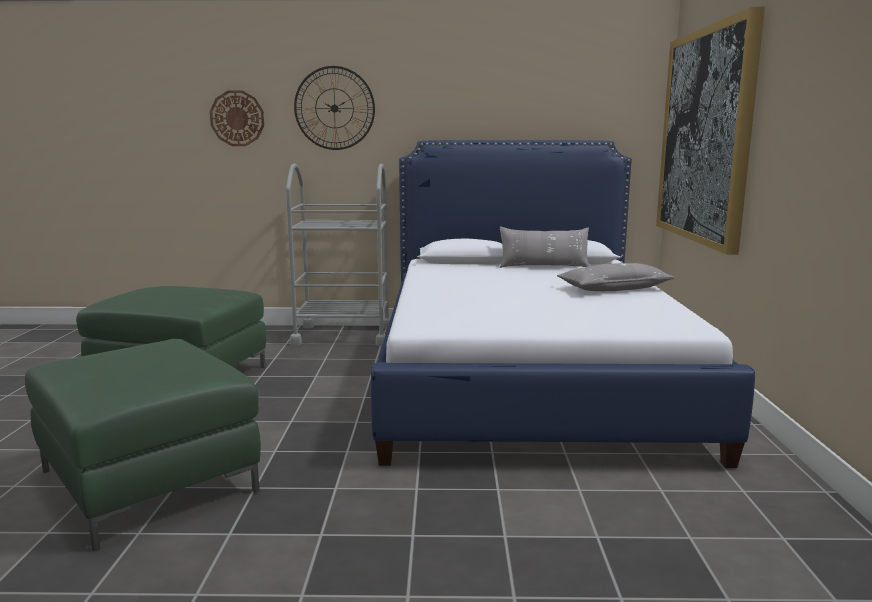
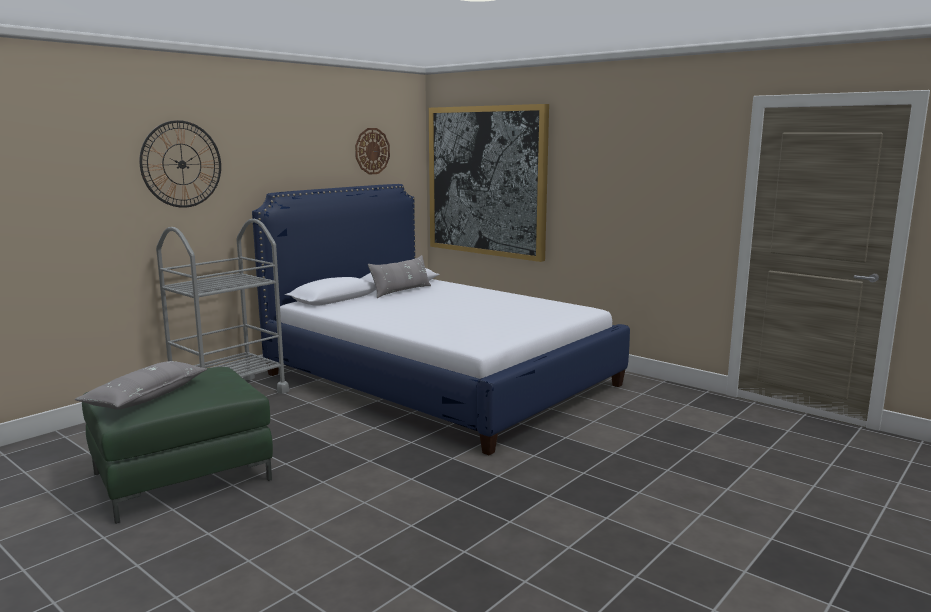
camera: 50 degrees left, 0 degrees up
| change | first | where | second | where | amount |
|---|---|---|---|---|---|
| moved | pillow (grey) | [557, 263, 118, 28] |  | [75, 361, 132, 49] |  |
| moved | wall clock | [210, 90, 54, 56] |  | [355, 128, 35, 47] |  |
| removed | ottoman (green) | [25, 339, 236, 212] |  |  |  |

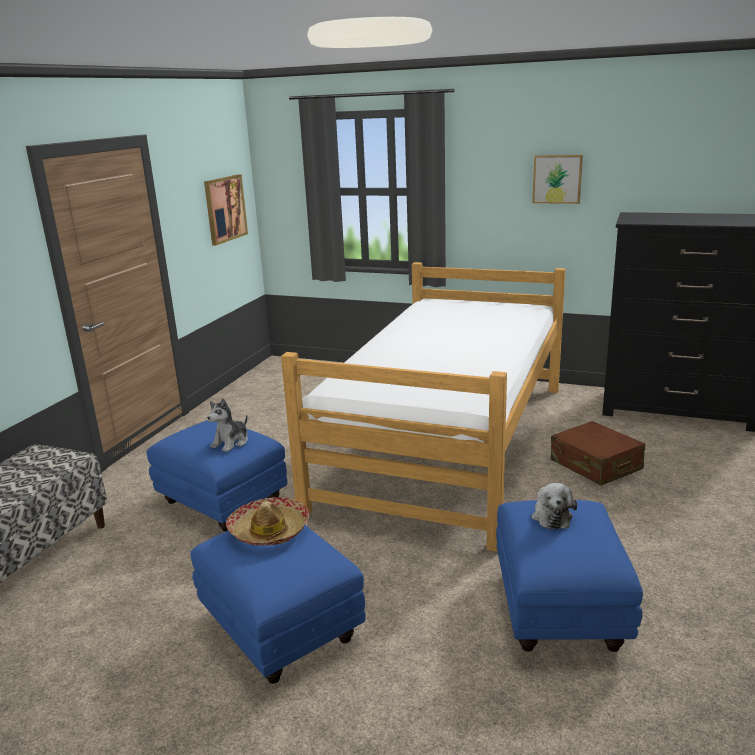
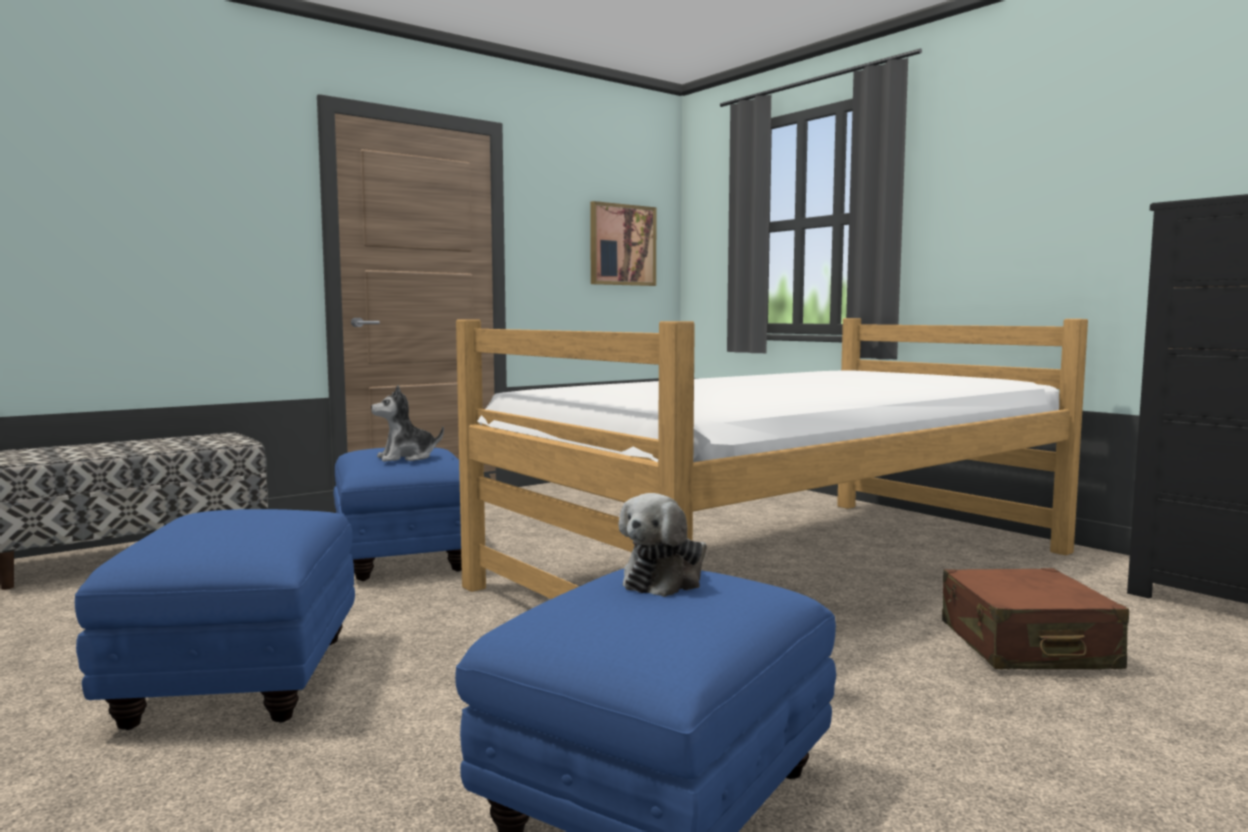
camera: 30 degrees right, 15 degrees down
| change | first | where | second | where | amount |
|---|---|---|---|---|---|
| removed | hat | [226, 497, 83, 49] |  |  |  |
| removed | picture | [533, 155, 50, 49] |  |  |  |

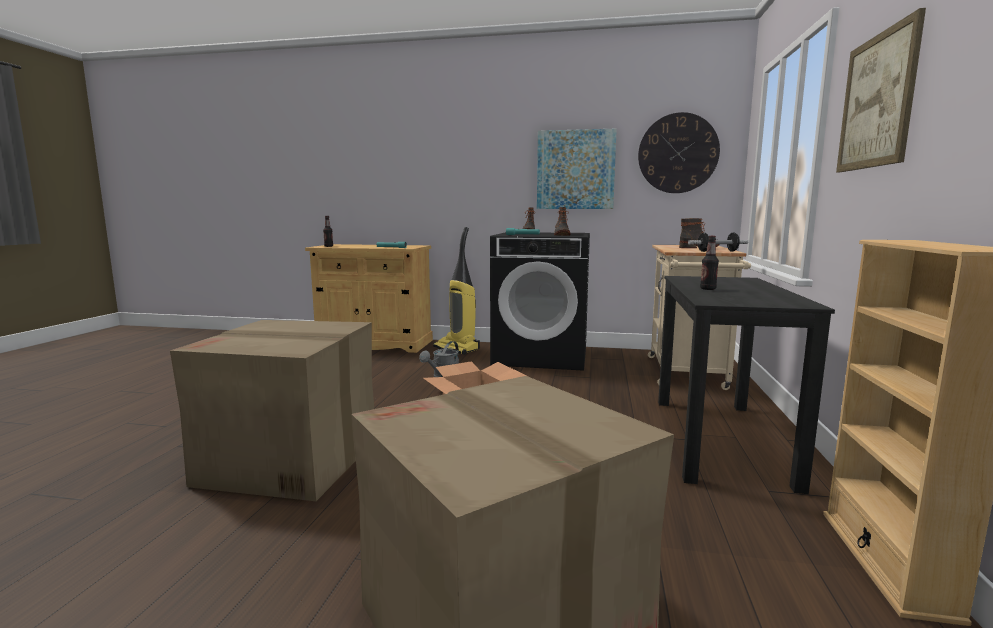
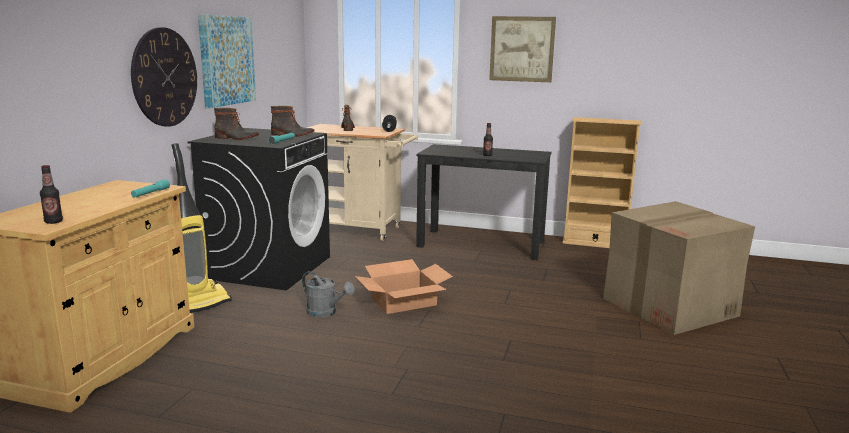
camera: 85 degrees left, 5 degrees up
| change | first | where | second | where | amount |
|---|---|---|---|---|---|
| moved | wall clock | [638, 112, 82, 81] |  | [131, 27, 66, 100] |  |
| removed | cardboard box | [170, 320, 204, 181] |  |  |  |

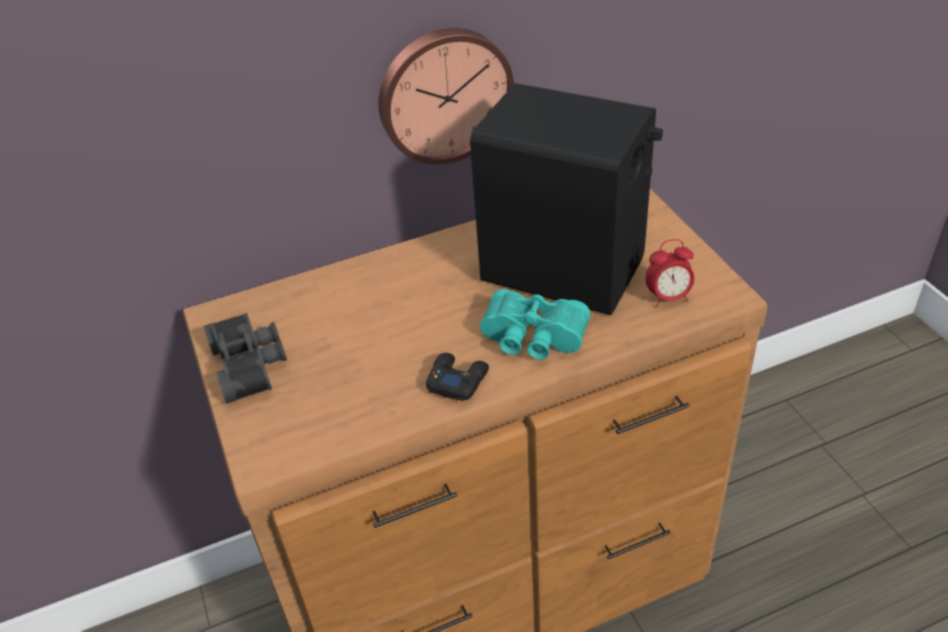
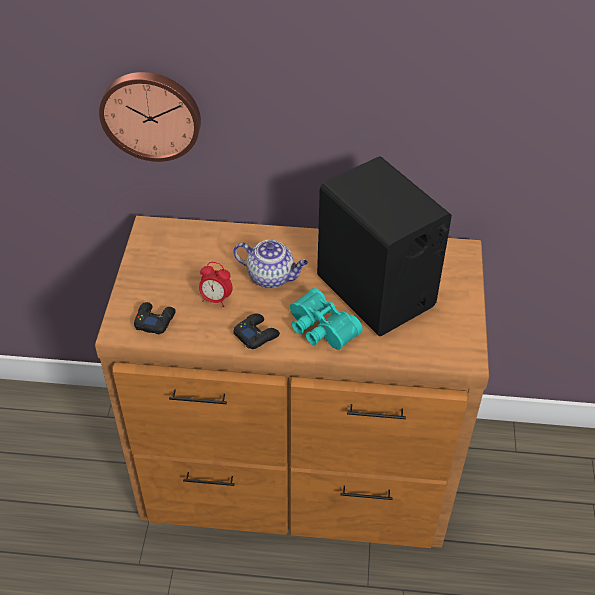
camera: 25 degrees right, 5 degrees up
| change | first | where | second | where | amount |
|---|---|---|---|---|---|
| moved | wall clock | [379, 28, 135, 136] |  | [99, 72, 102, 90] |  |
| added |  |  | game controller (black) | [134, 302, 42, 33] |  |
| moved | alarm clock | [645, 239, 49, 68] |  | [199, 262, 34, 45] |  |
| added |  |  | teapot | [233, 240, 75, 48] |  |
| removed | binoculars (black) | [204, 313, 83, 90] |  |  |  |

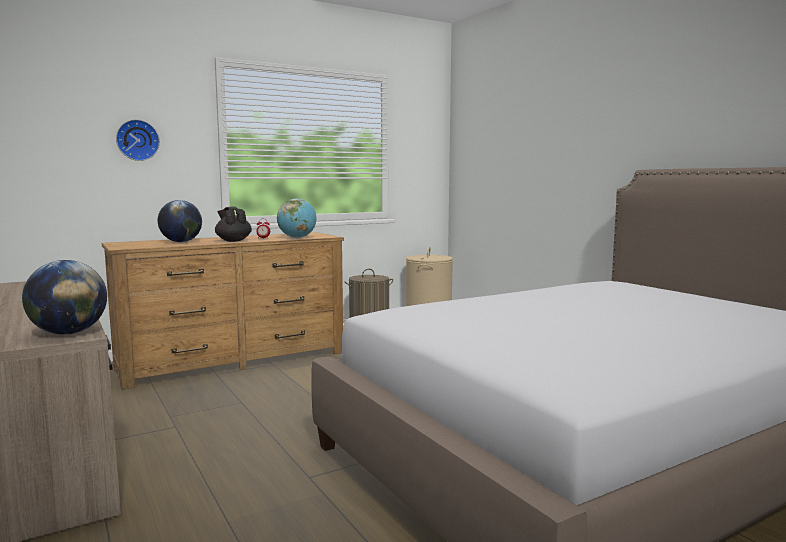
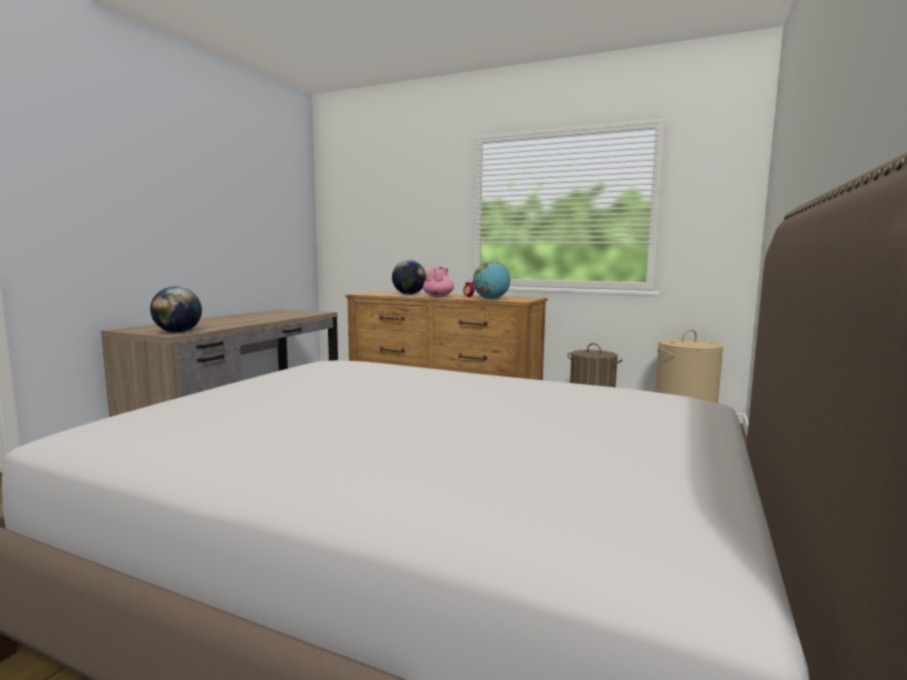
camera: 55 degrees right, 0 degrees up
| change | first | where | second | where | amount |
|---|---|---|---|---|---|
| recoloured | teapot (black) | [215, 207, 37, 35] | teapot (pink) | [423, 267, 31, 30] |  |
| removed | wall clock | [116, 119, 44, 42] |  |  |  |

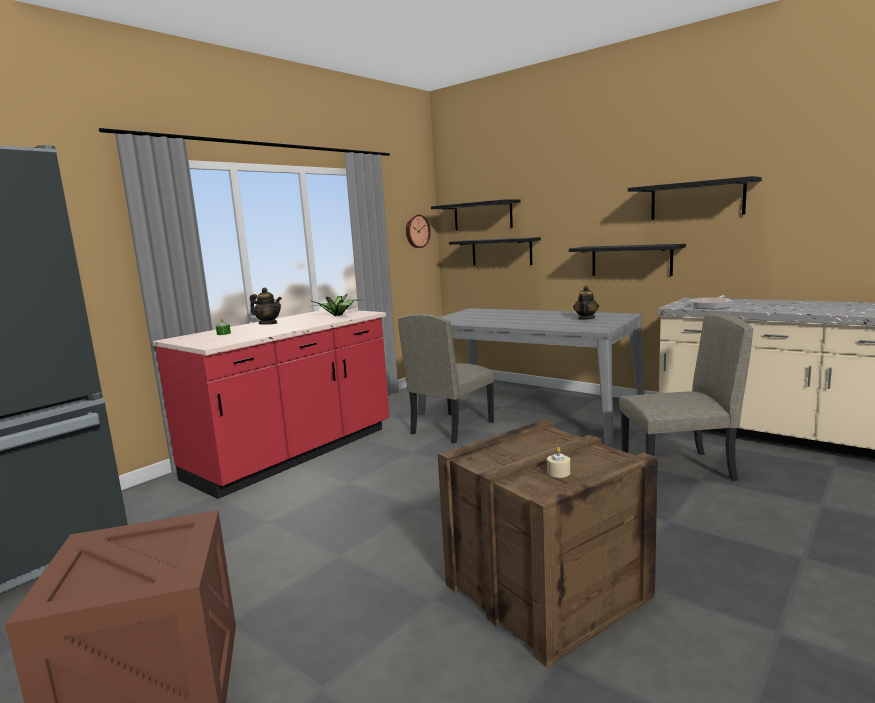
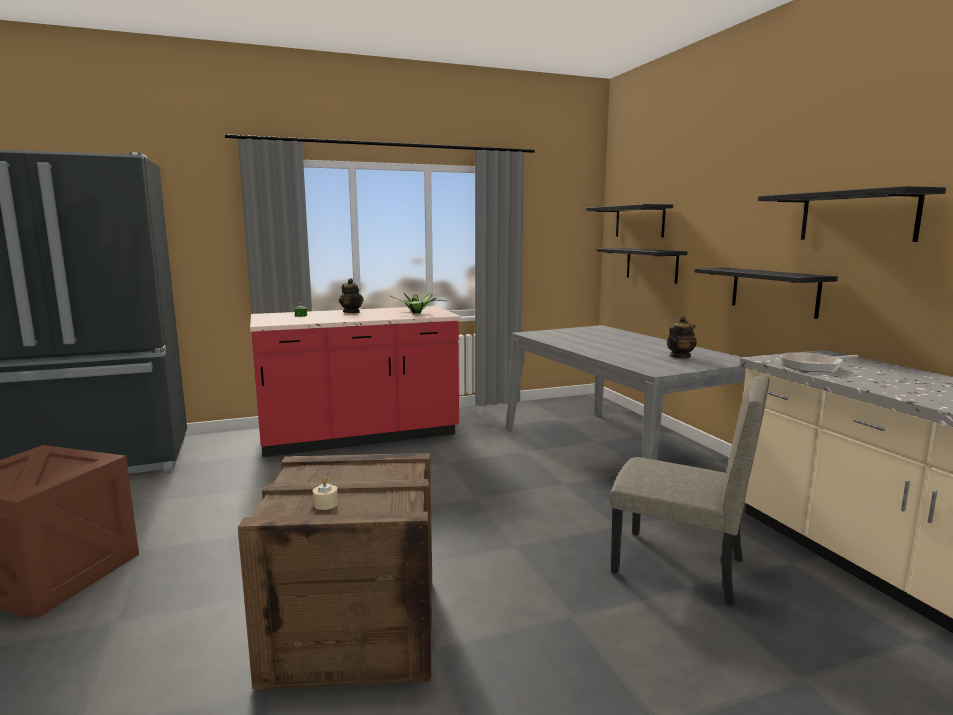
camera: 30 degrees right, 0 degrees up
| change | first | where | second | where | amount |
|---|---|---|---|---|---|
| removed | chair (beige) | [398, 314, 96, 130] |  |  |  |
| removed | wall clock | [406, 215, 25, 33] |  |  |  |

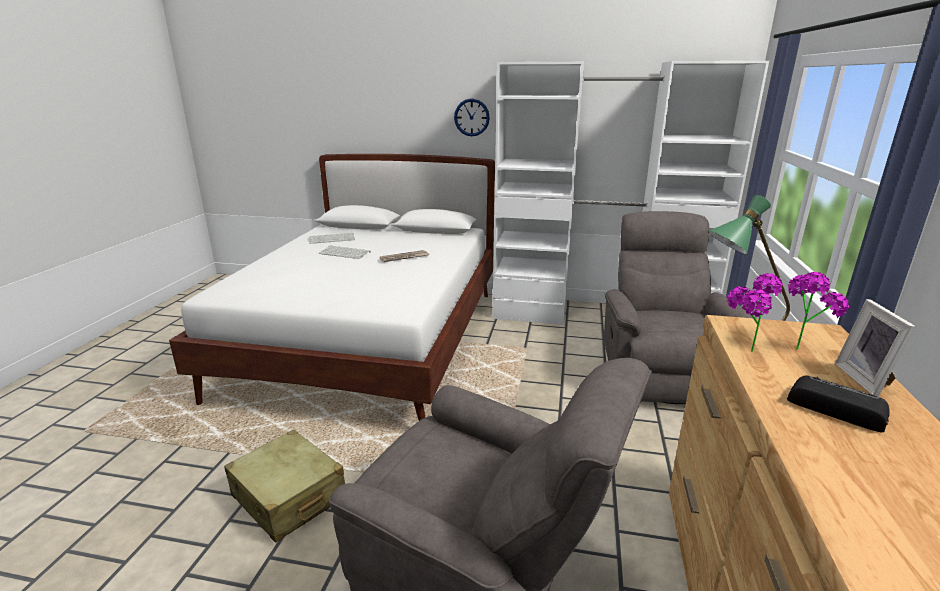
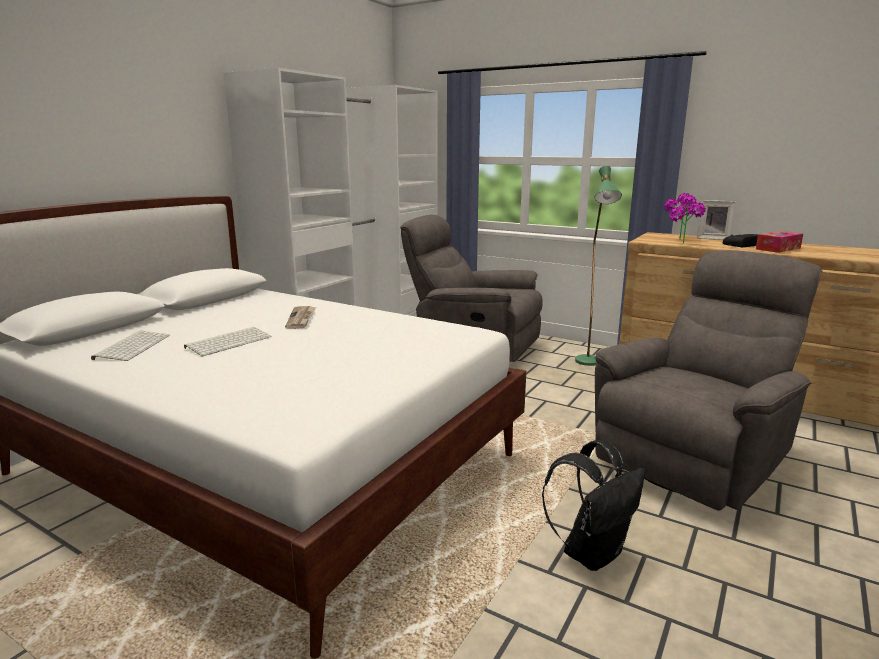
camera: 70 degrees left, 5 degrees down
| change | first | where | second | where | amount |
|---|---|---|---|---|---|
| replaced | suitcase (beige) | [224, 430, 121, 113] | backpack (black) | [542, 440, 103, 131] |  |
| added |  |  | tissue box | [756, 231, 47, 22] |  |
| removed | wall clock | [454, 99, 36, 37] |  |  |  |

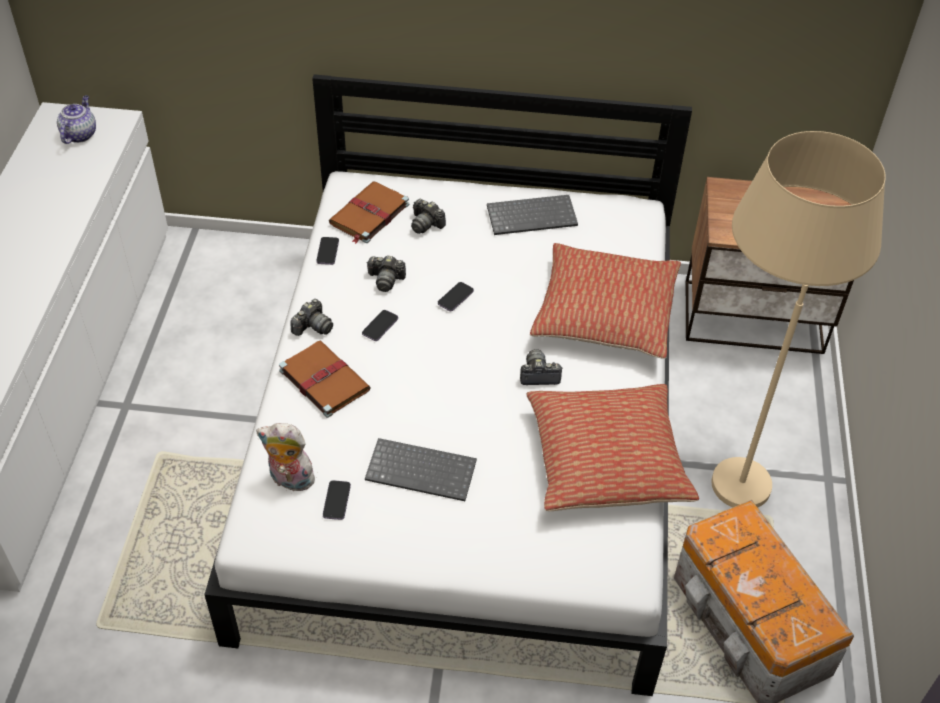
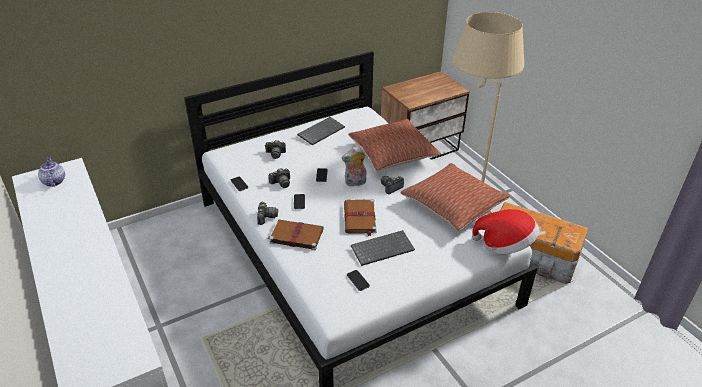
camera: 35 degrees left, 10 degrees down
| change | first | where | second | where | amount |
|---|---|---|---|---|---|
| moved | plush toy | [256, 423, 64, 68] |  | [342, 146, 24, 41] |  |
| moved | book (brown) | [329, 181, 80, 63] |  | [344, 199, 33, 37] |  |
| added |  |  | hat | [472, 209, 67, 45] |  |

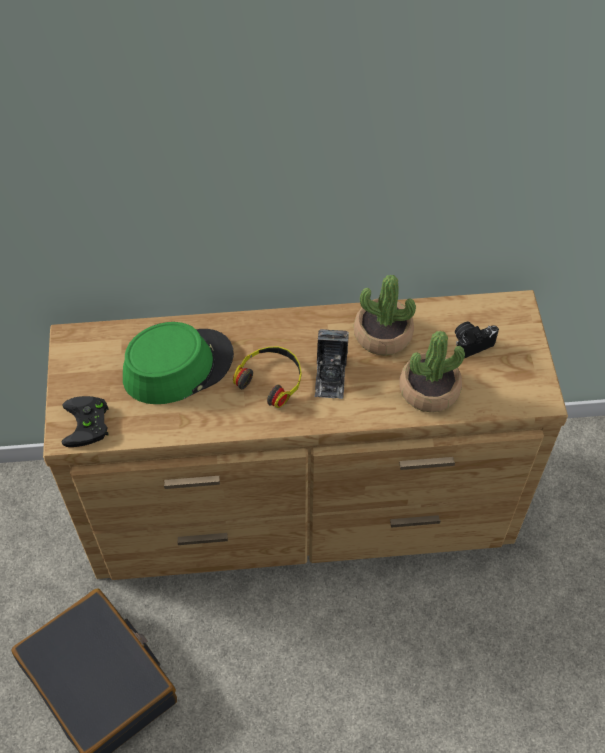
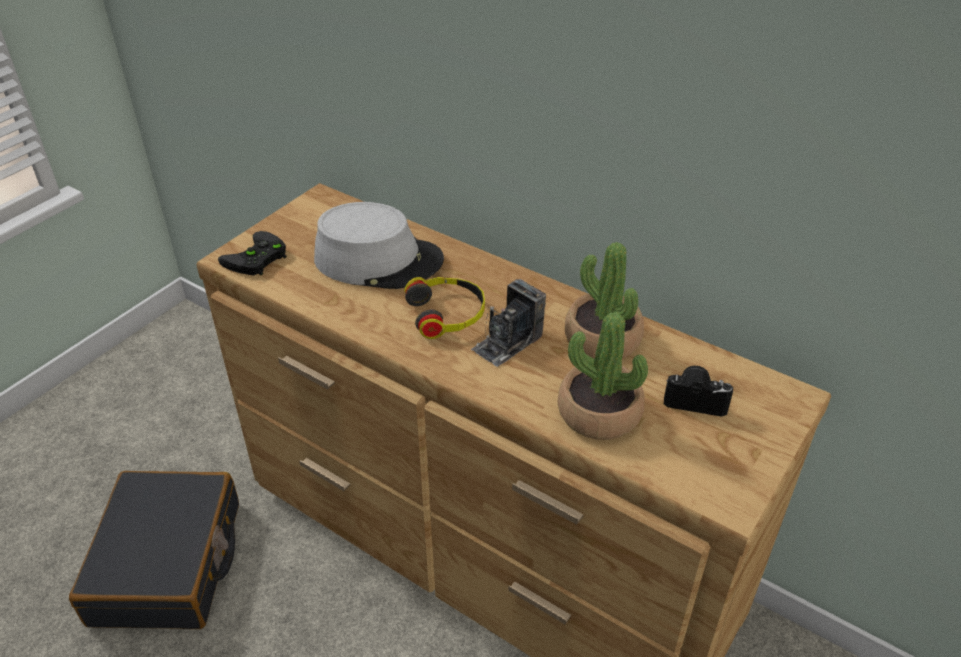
camera: 40 degrees right, 15 degrees down
| change | first | where | second | where | amount |
|---|---|---|---|---|---|
| recoloured | hat (green) | [123, 322, 111, 82] | hat (grey) | [314, 202, 130, 87] |  |

